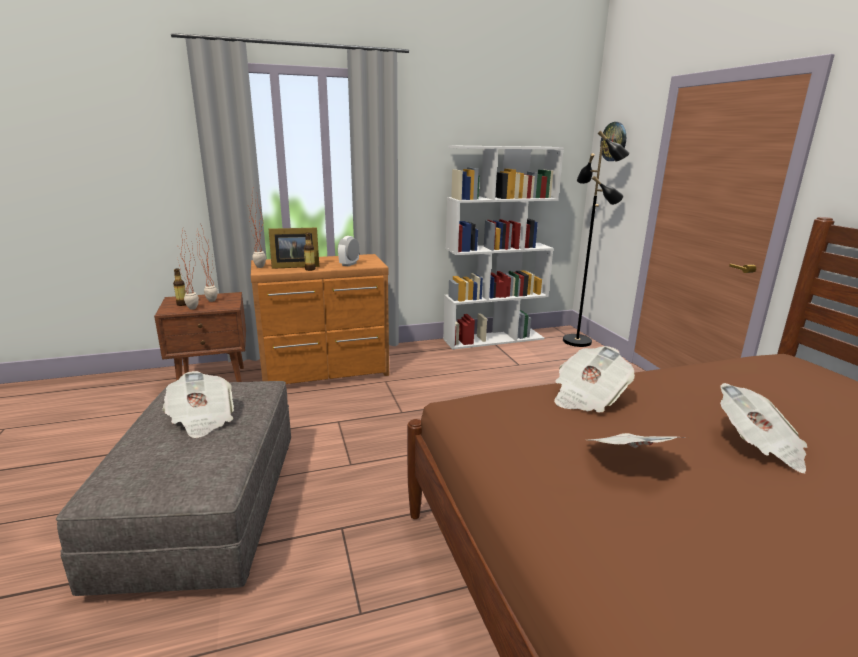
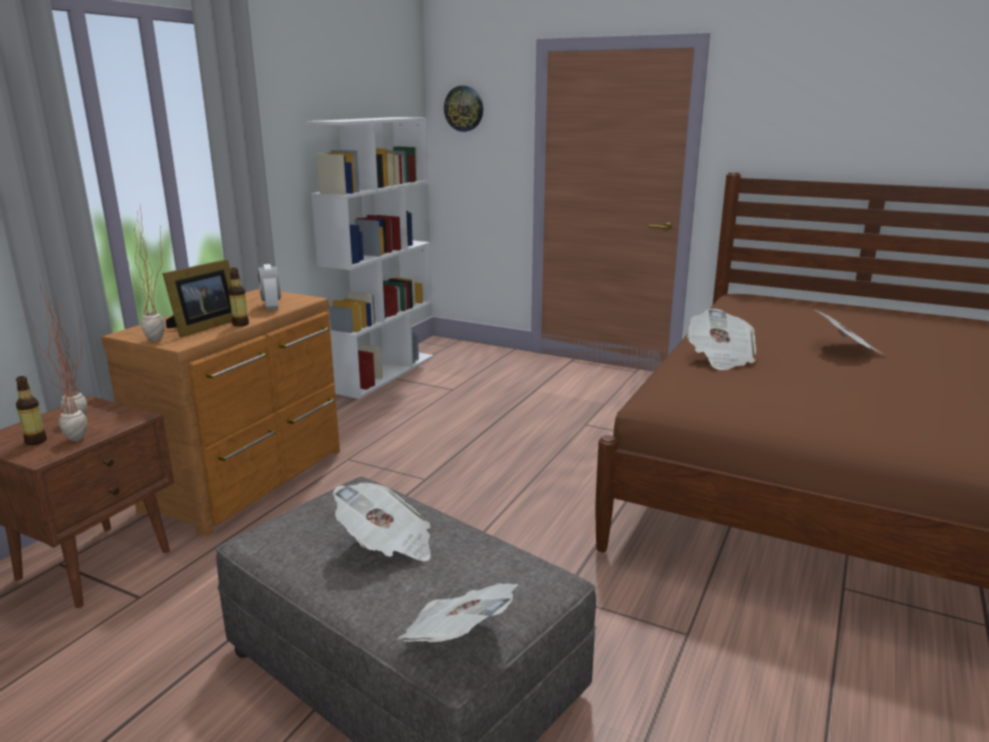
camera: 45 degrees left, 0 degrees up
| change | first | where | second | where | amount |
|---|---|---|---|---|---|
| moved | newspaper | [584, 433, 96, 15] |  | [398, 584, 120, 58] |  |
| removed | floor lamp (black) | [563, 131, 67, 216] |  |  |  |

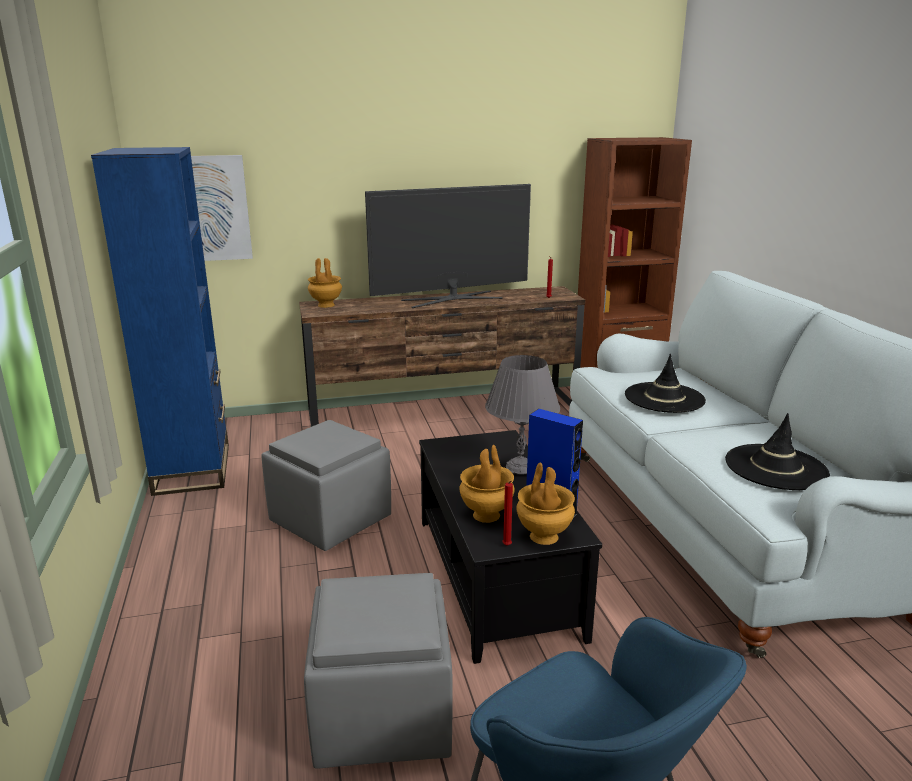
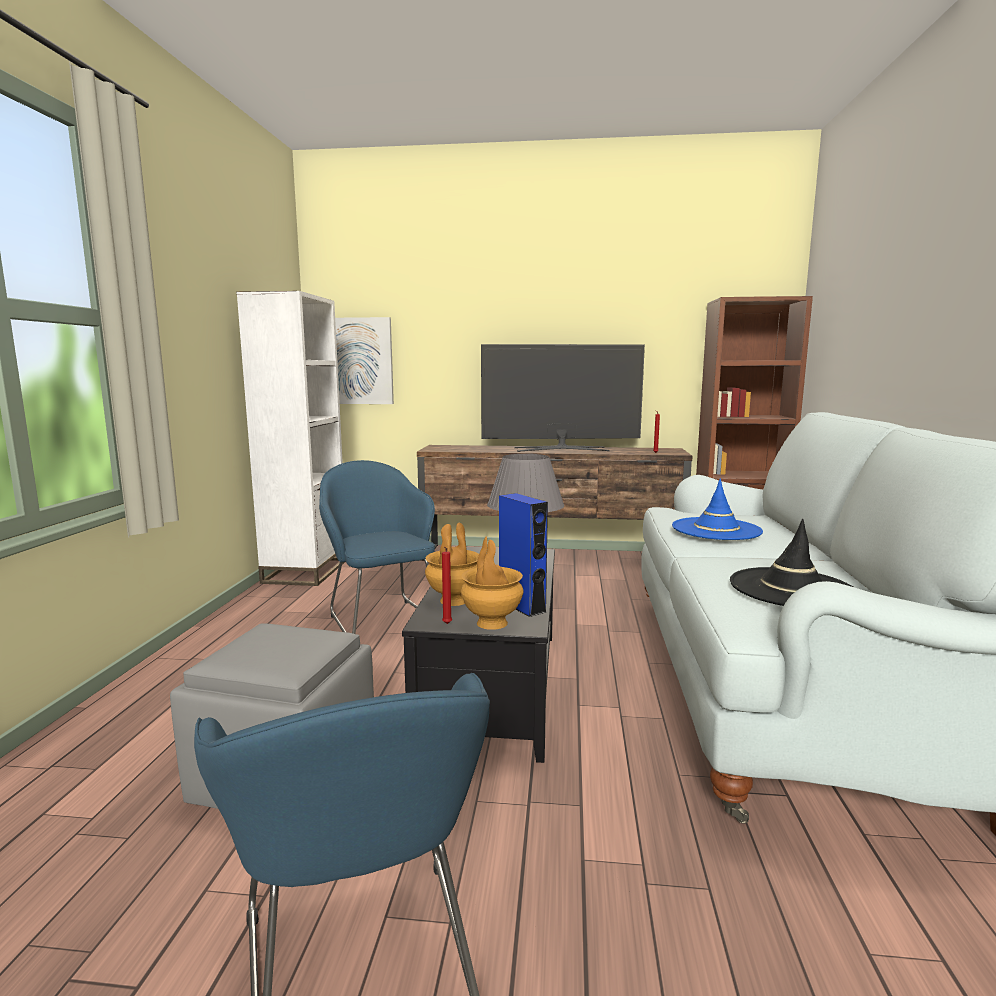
camera: 20 degrees right, 10 degrees down
| change | first | where | second | where | amount |
|---|---|---|---|---|---|
| recoloured | bookcase (blue) | [91, 147, 138, 349] | bookcase (white) | [236, 291, 109, 295] |  |
| replaced | ottoman (grey) | [261, 420, 130, 131] | armchair (blue) | [319, 460, 116, 174] |  |
| recoloured | hat (black) | [625, 354, 81, 59] | hat (blue) | [672, 478, 91, 62] |  |
| removed | vase (brown) | [308, 258, 34, 50] |  |  |  |

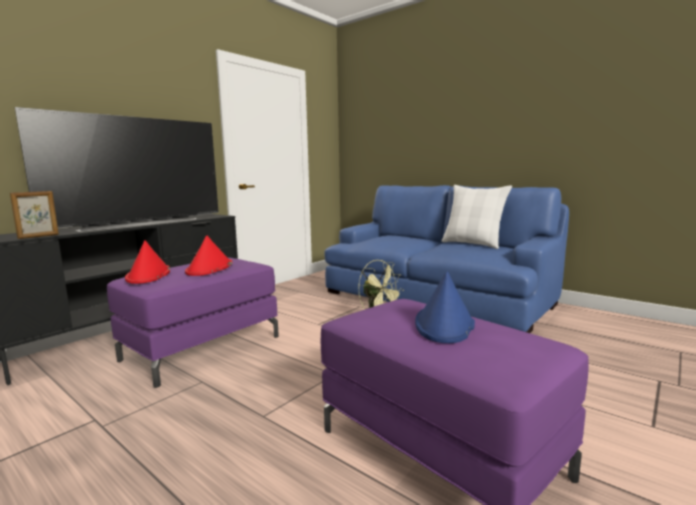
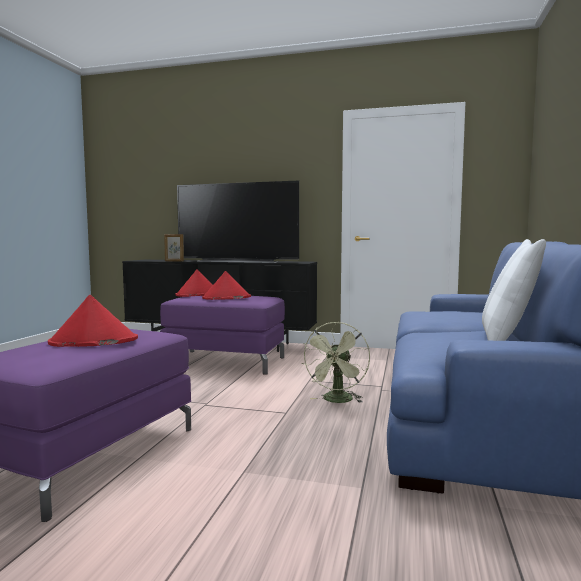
camera: 65 degrees right, 5 degrees down
| change | first | where | second | where | amount |
|---|---|---|---|---|---|
| recoloured | hat (blue) | [415, 271, 60, 72] | hat (red) | [48, 295, 90, 52] |  |

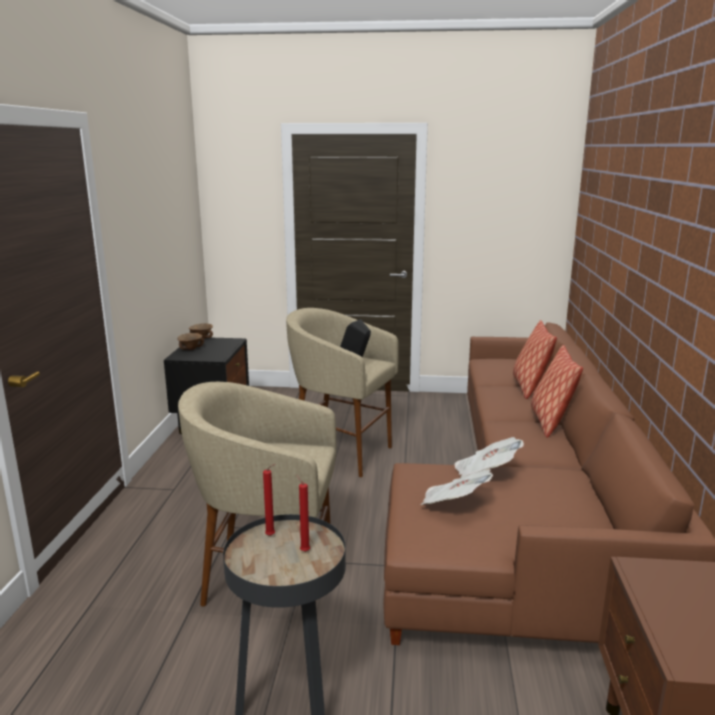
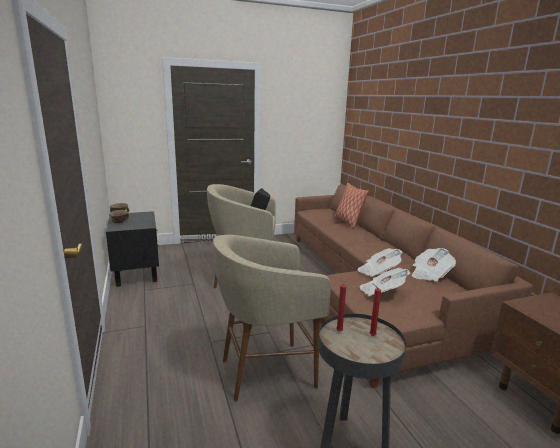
camera: 25 degrees left, 0 degrees up
| change | first | where | second | where | amount |
|---|---|---|---|---|---|
| added |  |  | newspaper | [412, 248, 44, 33] |  |
| removed | pillow | [531, 345, 52, 93] |  |  |  |

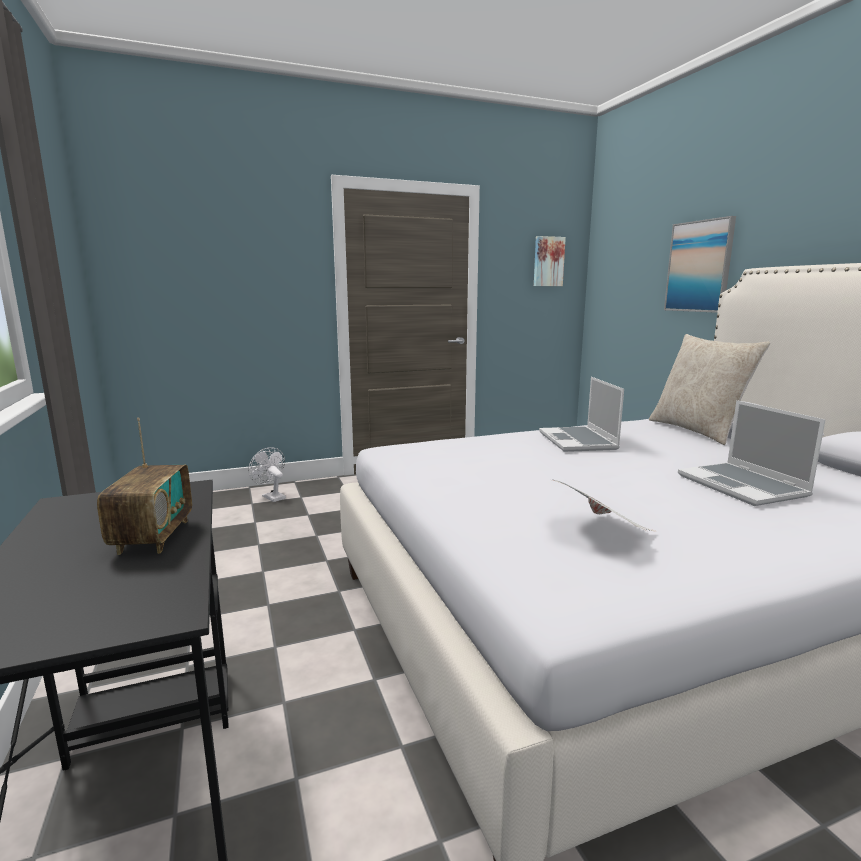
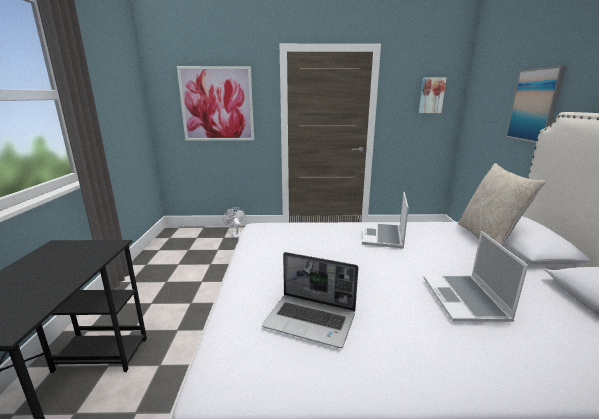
camera: 20 degrees right, 5 degrees up
| change | first | where | second | where | amount |
|---|---|---|---|---|---|
| added |  |  | picture | [177, 66, 77, 75] |  |
| replaced | newspaper | [551, 479, 104, 52] | laptop | [262, 252, 97, 96] |  |
| removed | radio | [97, 418, 95, 137] |  |  |  |

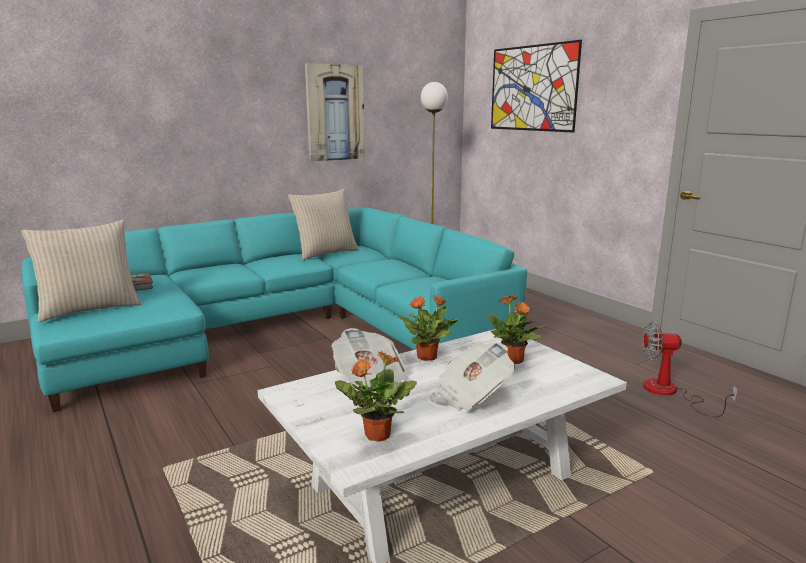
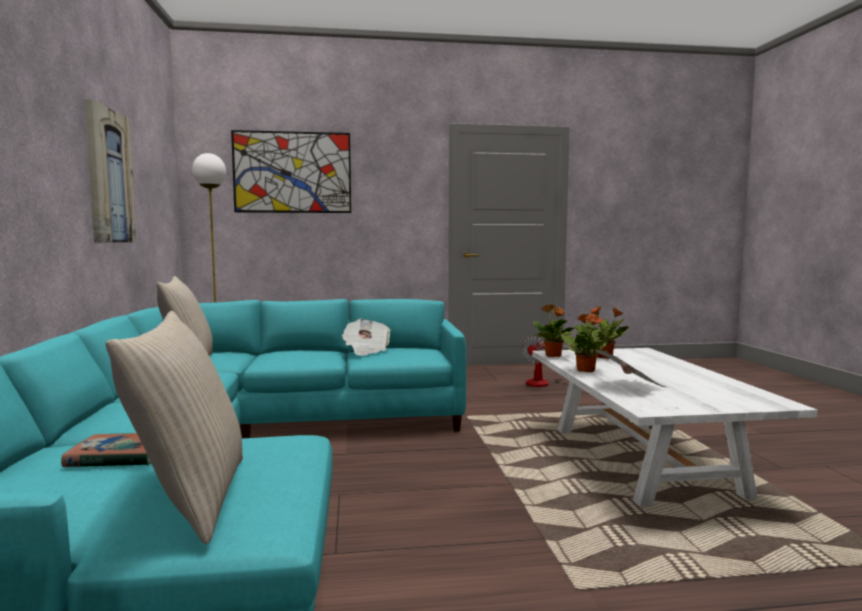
camera: 65 degrees left, 10 degrees down
| change | first | where | second | where | amount |
|---|---|---|---|---|---|
| moved | newspaper | [430, 343, 85, 68] |  | [342, 319, 48, 37] |  |
| moved | potted plant | [335, 351, 82, 91] |  | [533, 304, 42, 53] |  |

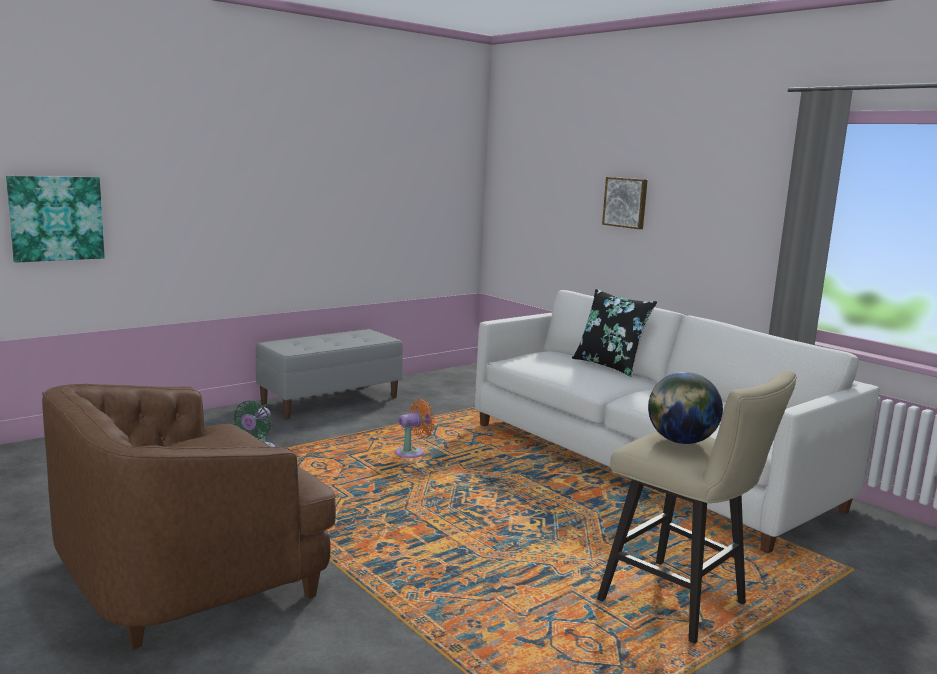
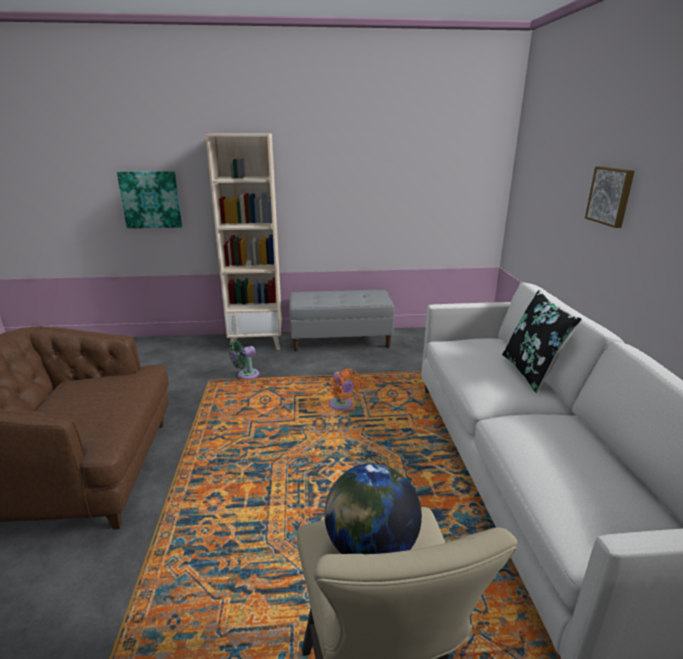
camera: 35 degrees right, 10 degrees up
| change | first | where | second | where | amount |
|---|---|---|---|---|---|
| added |  |  | bookcase (beige) | [205, 133, 77, 218] |  |
| turned | fan (orange) | [395, 399, 40, 59] |  | [329, 369, 32, 41] | 60 degrees clockwise |

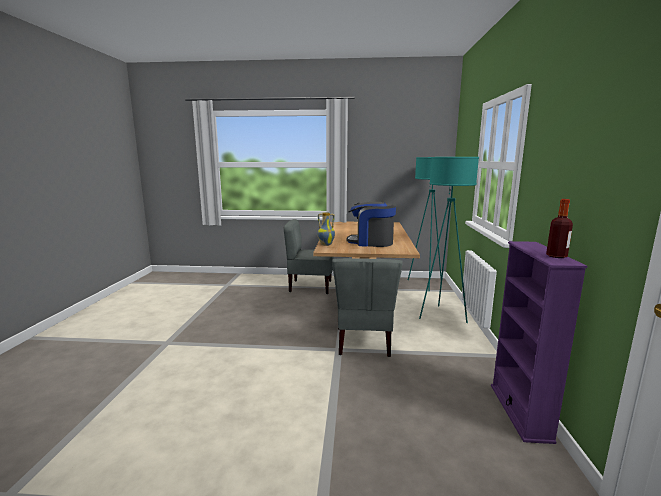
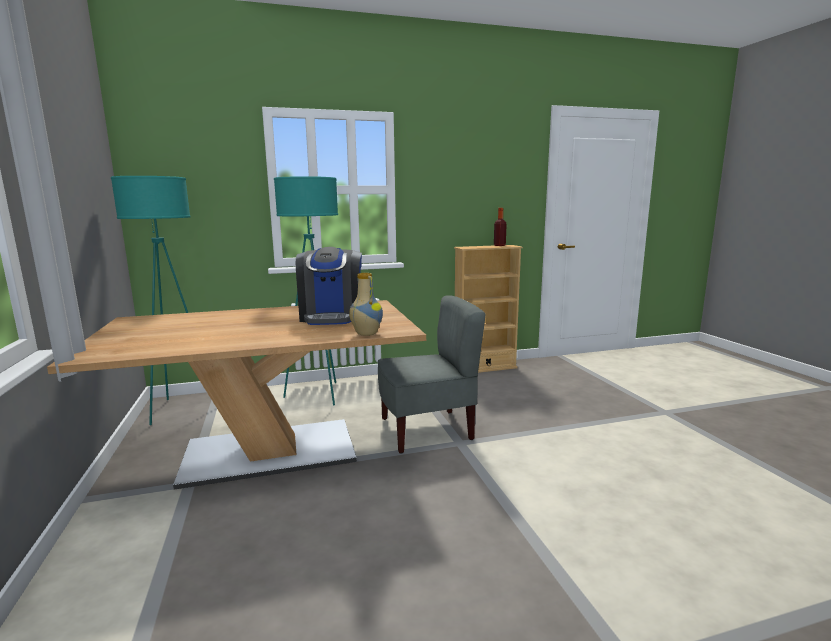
camera: 110 degrees left, 0 degrees up
| change | first | where | second | where | amount |
|---|---|---|---|---|---|
| recoloured | bookcase (purple) | [491, 241, 96, 203] | bookcase (beige) | [454, 245, 69, 128] |  |
| removed | chair (grey) | [284, 219, 50, 75] |  |  |  |

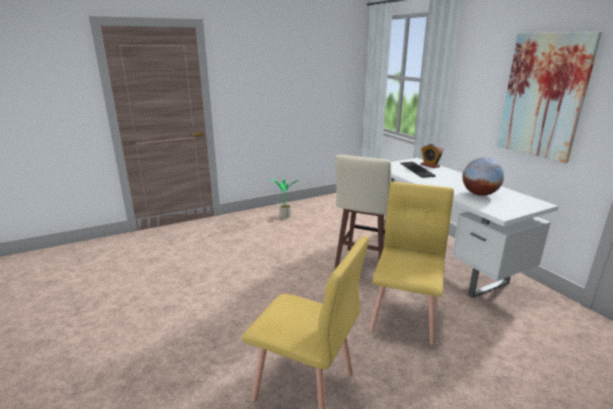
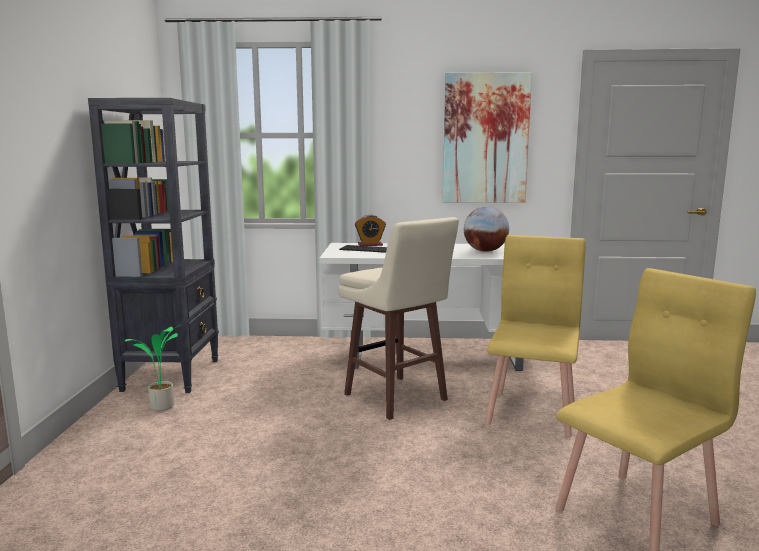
camera: 60 degrees left, 10 degrees down
| change | first | where | second | where | amount |
|---|---|---|---|---|---|
| added |  |  | bookcase (black) | [88, 98, 131, 295] |  |
| turned | chair (yellow) | [369, 182, 85, 163] |  | [485, 235, 101, 202] | 60 degrees clockwise |

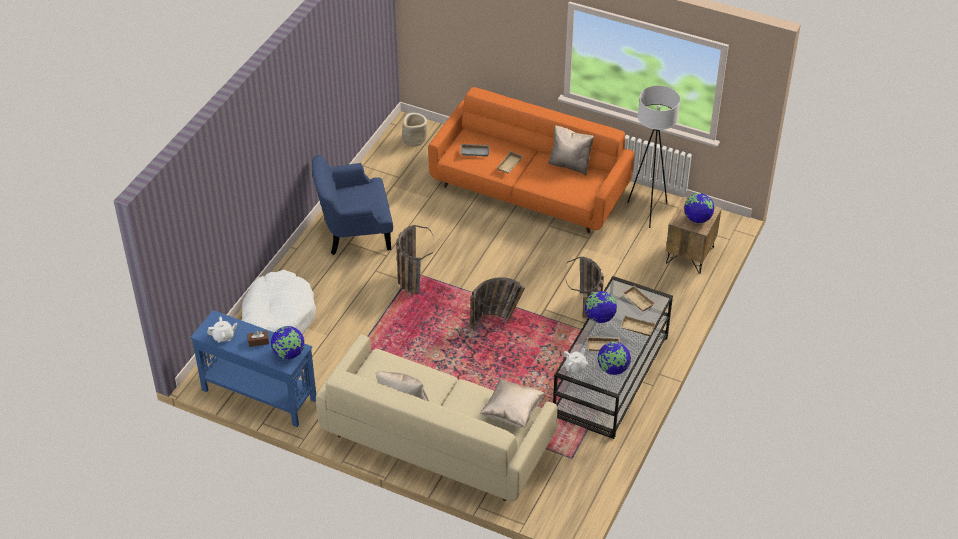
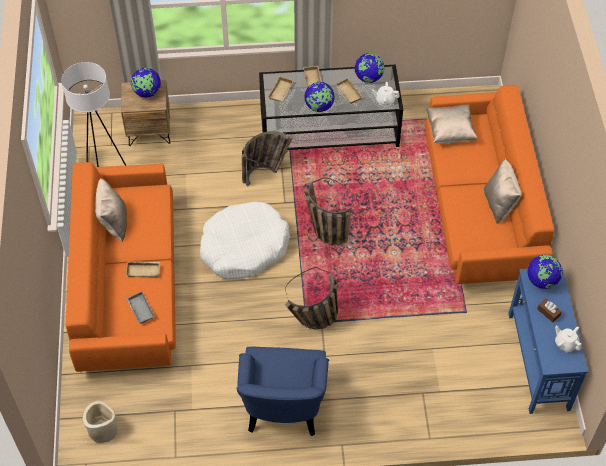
camera: 120 degrees left, 10 degrees up
| change | first | where | second | where | amount |
|---|---|---|---|---|---|
| moved | dog bed (white) | [242, 270, 74, 65] |  | [200, 202, 90, 77] |  |
| turned | armchair (blue) | [312, 155, 81, 100] |  | [237, 347, 92, 89] | 45 degrees clockwise |
| recoloured | sofa (beige) | [316, 334, 241, 168] | sofa (orange) | [425, 85, 129, 199] |  |

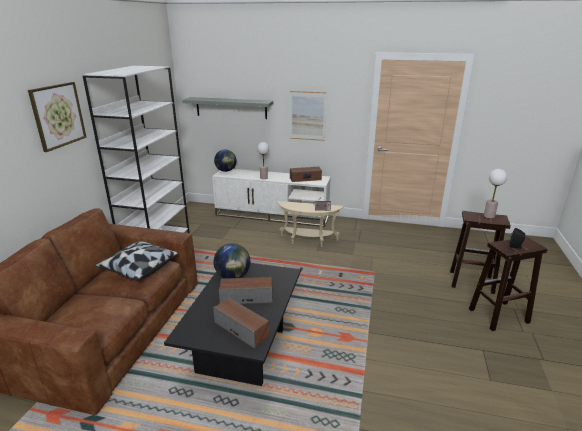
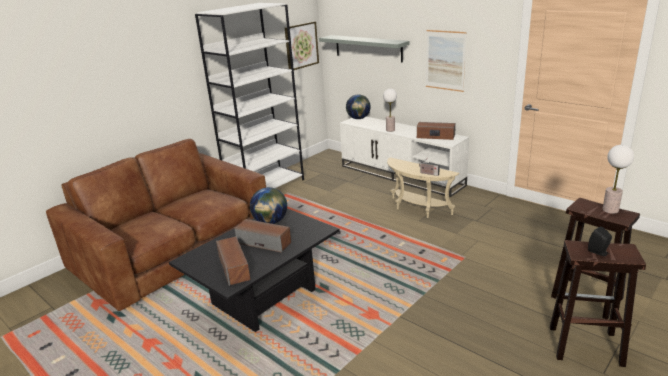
camera: 30 degrees right, 0 degrees up
| change | first | where | second | where | amount |
|---|---|---|---|---|---|
| moved | picture | [28, 82, 58, 70] |  | [285, 21, 34, 49] |  |
| removed | pillow | [95, 241, 83, 40] |  |  |  |

